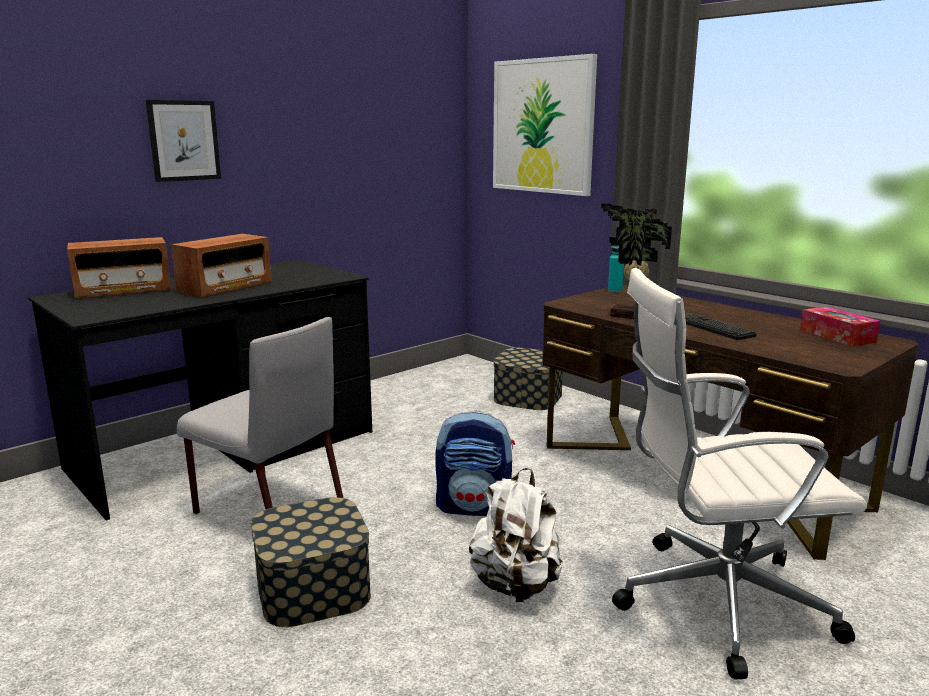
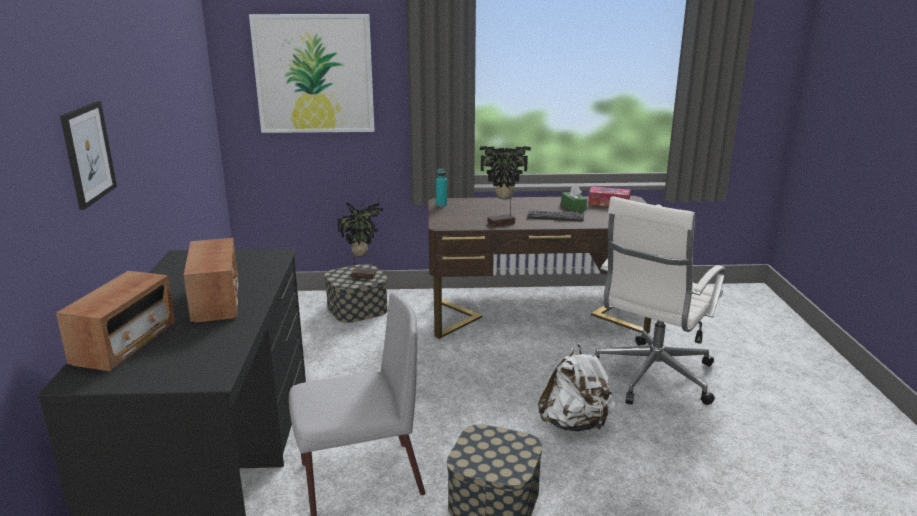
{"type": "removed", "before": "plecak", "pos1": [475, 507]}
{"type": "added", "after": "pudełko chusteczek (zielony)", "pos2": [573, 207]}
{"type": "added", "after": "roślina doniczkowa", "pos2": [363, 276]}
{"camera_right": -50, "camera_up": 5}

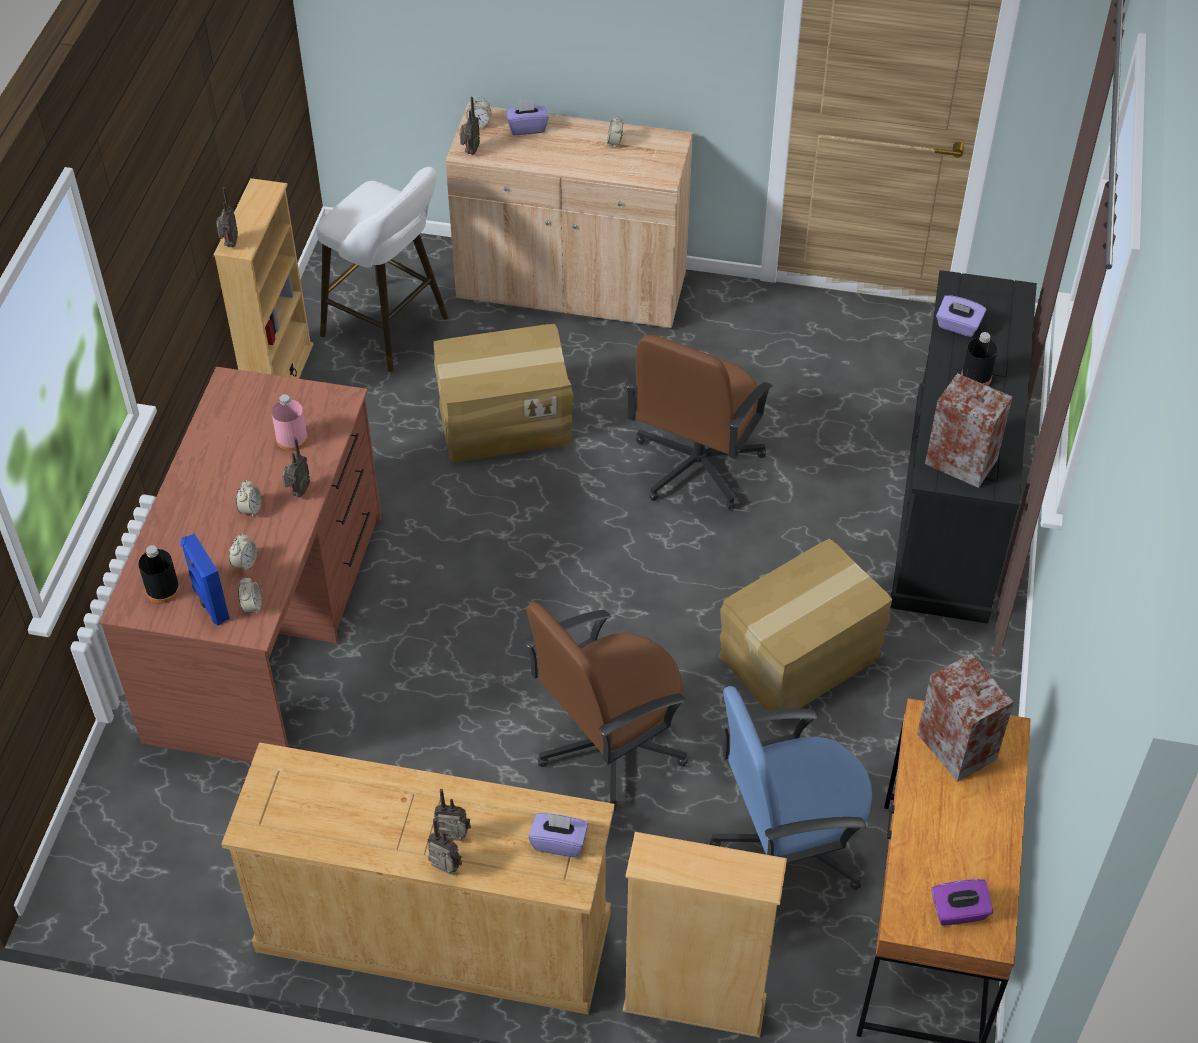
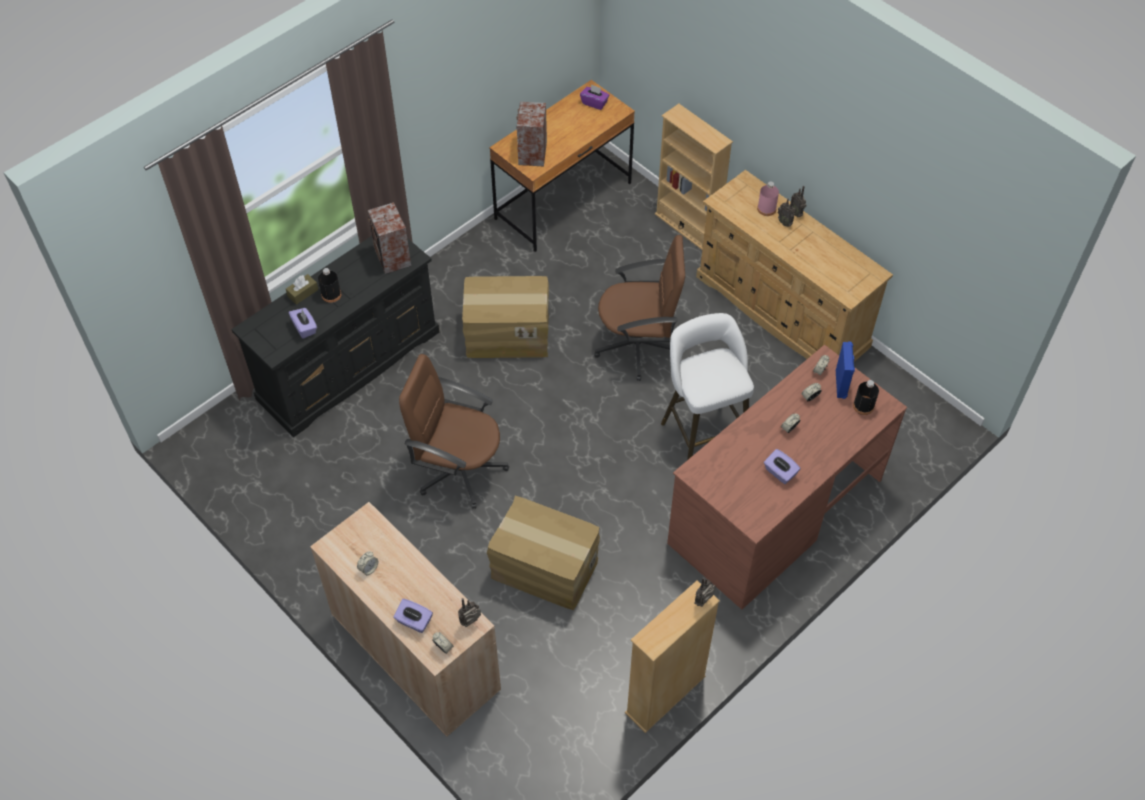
{"type": "moved", "before": "stołek (biały)", "pos1": [390, 329], "pos2": [702, 434]}
{"type": "turned", "before": "krzesło biurowe (brązowy)", "pos1": [696, 465], "pos2": [459, 469], "turn": -135}
{"type": "moved", "before": "butelka (różowy)", "pos1": [292, 439], "pos2": [766, 209]}
{"type": "removed", "before": "radio", "pos1": [298, 492]}
{"type": "removed", "before": "krzesło biurowe (niebieski)", "pos1": [786, 846]}
{"type": "moved", "before": "pudełko chusteczek (fioletowy)", "pos1": [559, 842], "pos2": [780, 472]}
{"type": "added", "after": "pudełko chusteczek (brązowy)", "pos2": [303, 293]}
{"camera_right": -145, "camera_up": 5}

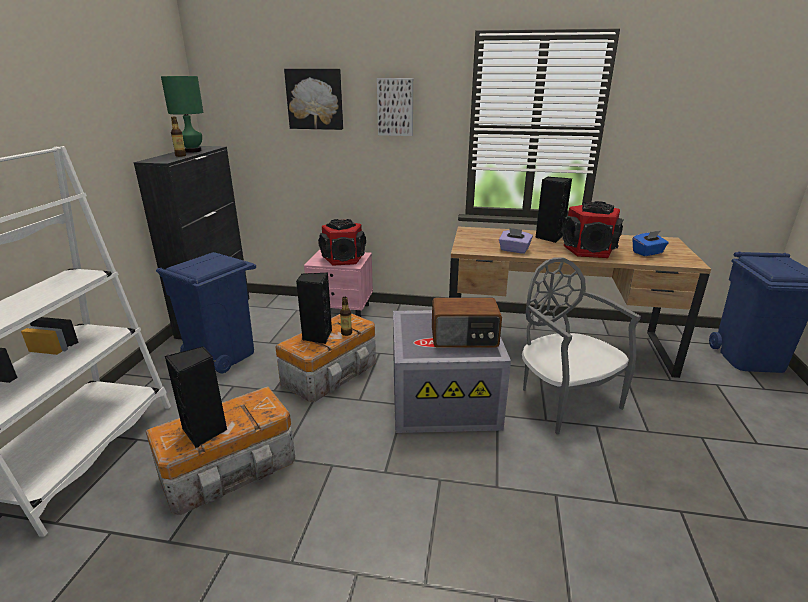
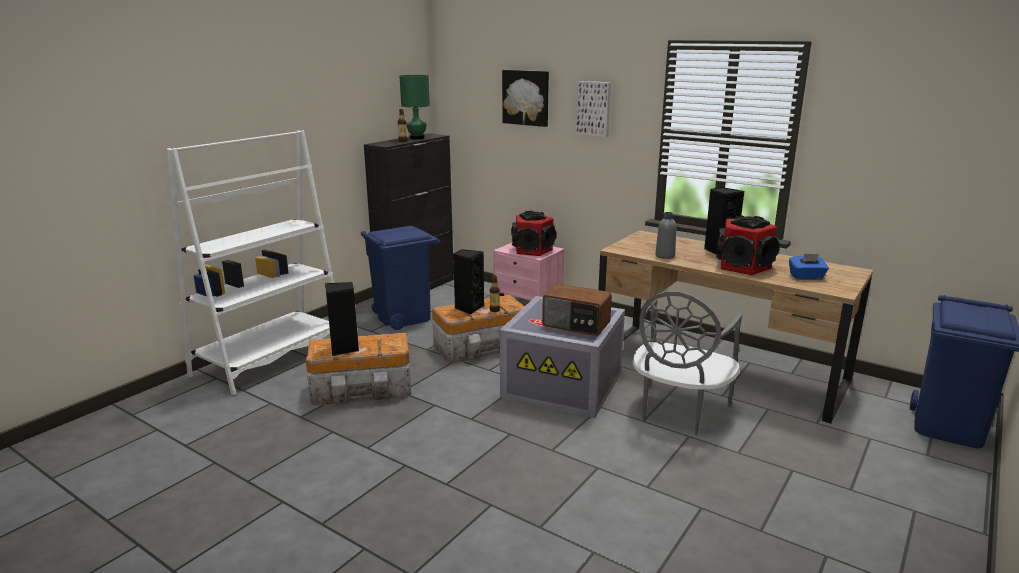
{"type": "replaced", "before": "pudełko chusteczek (fioletowy)", "after": "butelka (szary)", "pos1": [514, 250], "pos2": [665, 256]}
{"type": "turned", "before": "krzesło (szary)", "pos1": [564, 400], "pos2": [678, 411], "turn": -150}
{"camera_right": 25, "camera_up": -5}

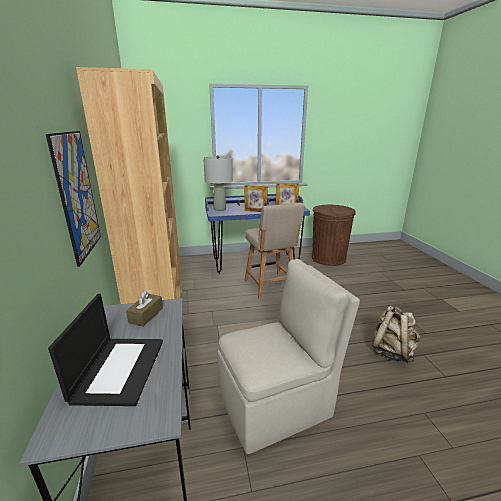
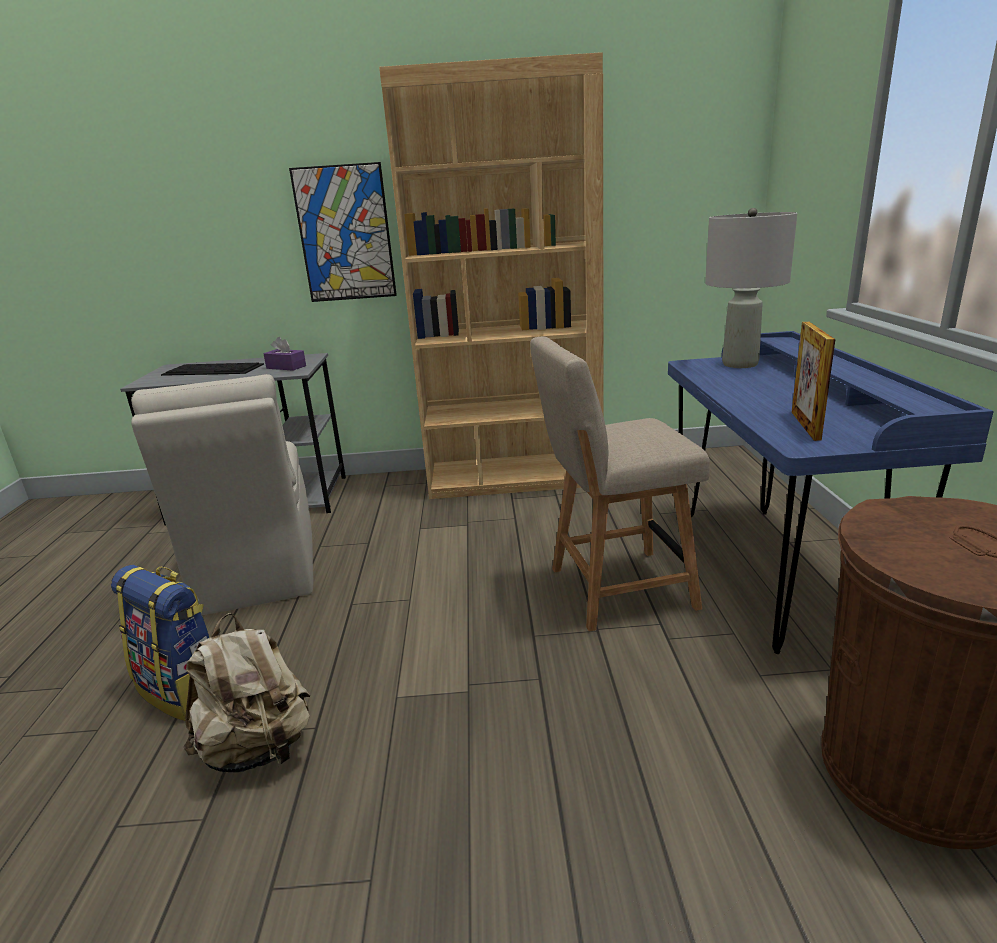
{"type": "removed", "before": "ramka na zdjęcie", "pos1": [255, 211]}
{"type": "recoloured", "before": "pudełko chusteczek (brązowy)", "after": "pudełko chusteczek (fioletowy)", "pos1": [146, 315], "pos2": [286, 367]}
{"type": "replaced", "before": "laptop", "after": "klawiatura", "pos1": [119, 368], "pos2": [214, 369]}
{"type": "added", "after": "plecak", "pos2": [186, 690]}
{"camera_right": 100, "camera_up": 0}

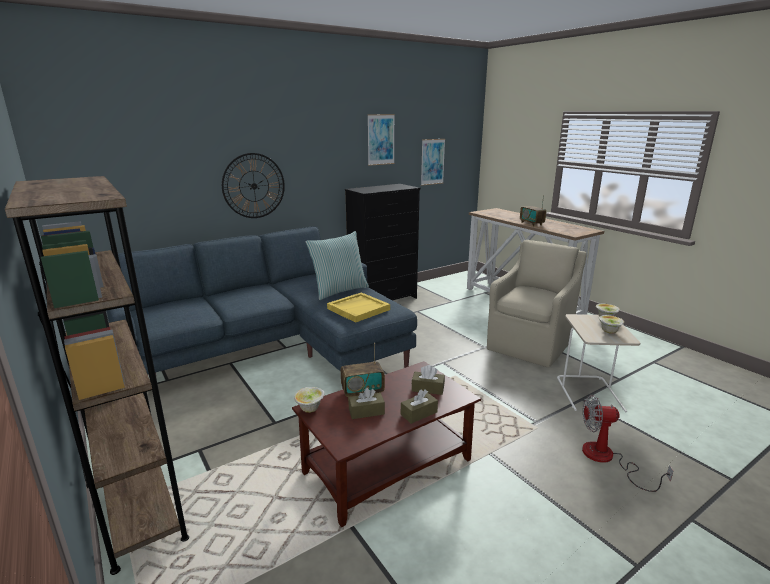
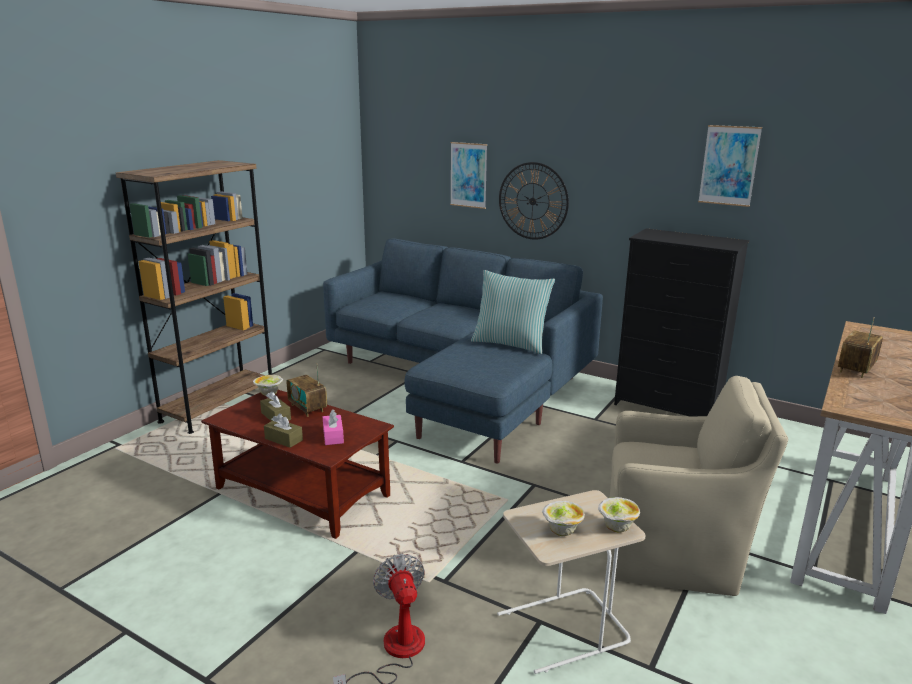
{"type": "moved", "before": "obraz", "pos1": [432, 162], "pos2": [468, 175]}
{"type": "removed", "before": "taca (żółty)", "pos1": [358, 309]}
{"type": "recoloured", "before": "pudełko chusteczek (brązowy)", "after": "pudełko chusteczek (różowy)", "pos1": [428, 388], "pos2": [333, 436]}
{"camera_right": 65, "camera_up": 0}

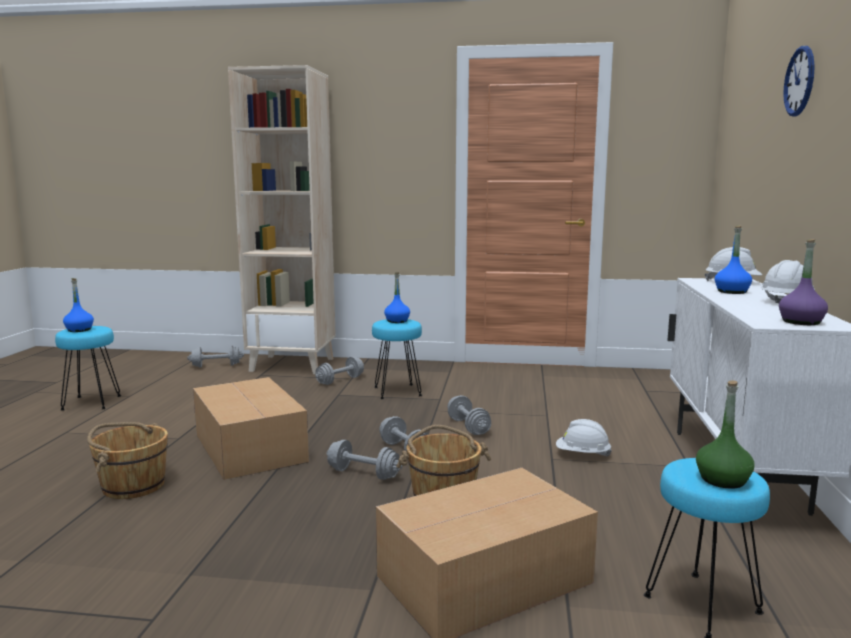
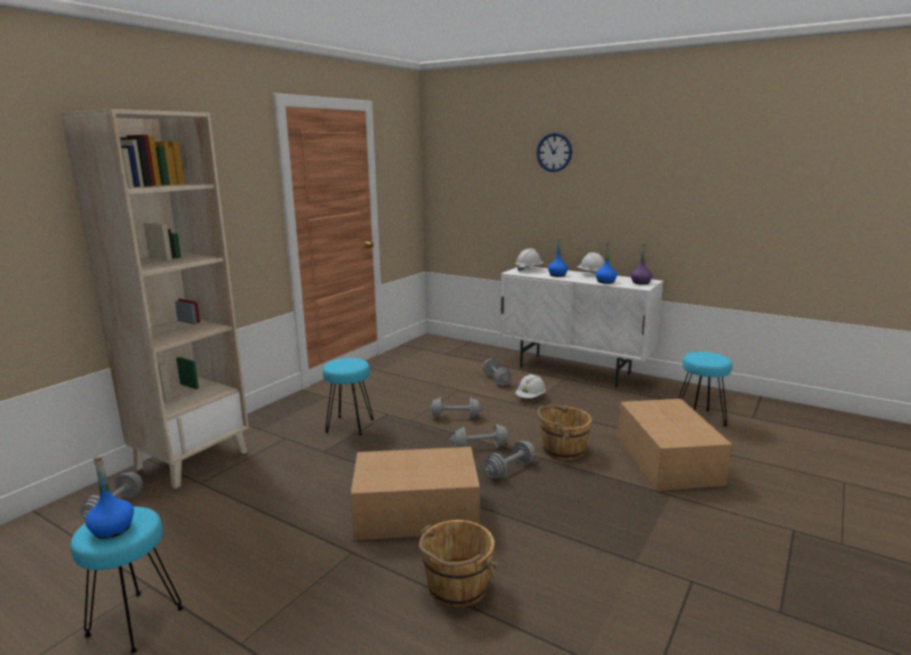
{"type": "moved", "before": "butelka (niebieski)", "pos1": [397, 321], "pos2": [605, 282]}
{"type": "moved", "before": "hantel (szary)", "pos1": [340, 380], "pos2": [496, 380]}
{"type": "removed", "before": "butelka (zielony)", "pos1": [722, 480]}
{"camera_right": -65, "camera_up": 5}

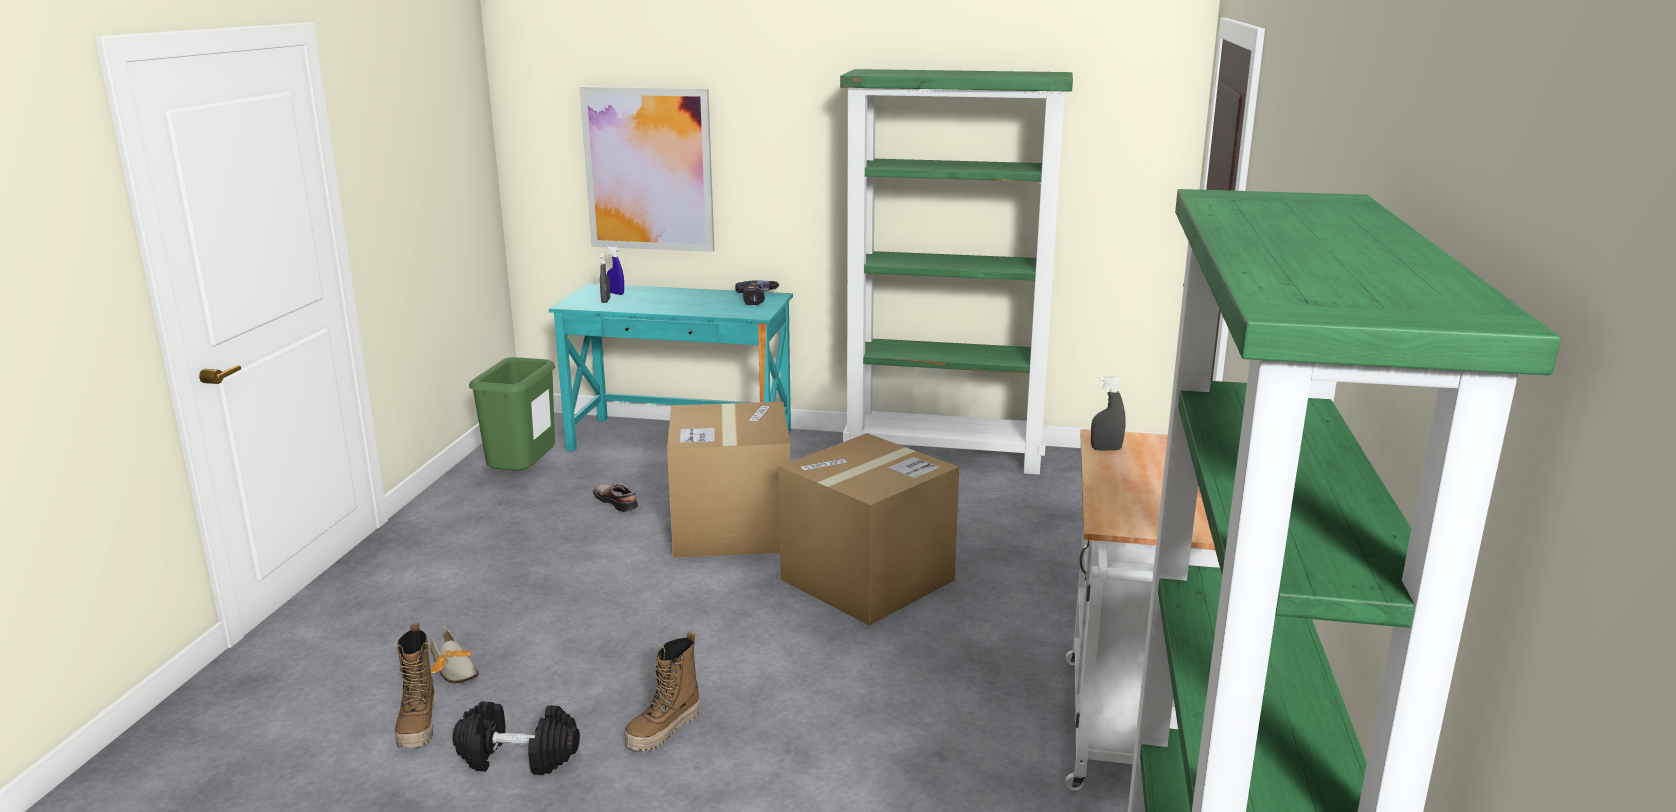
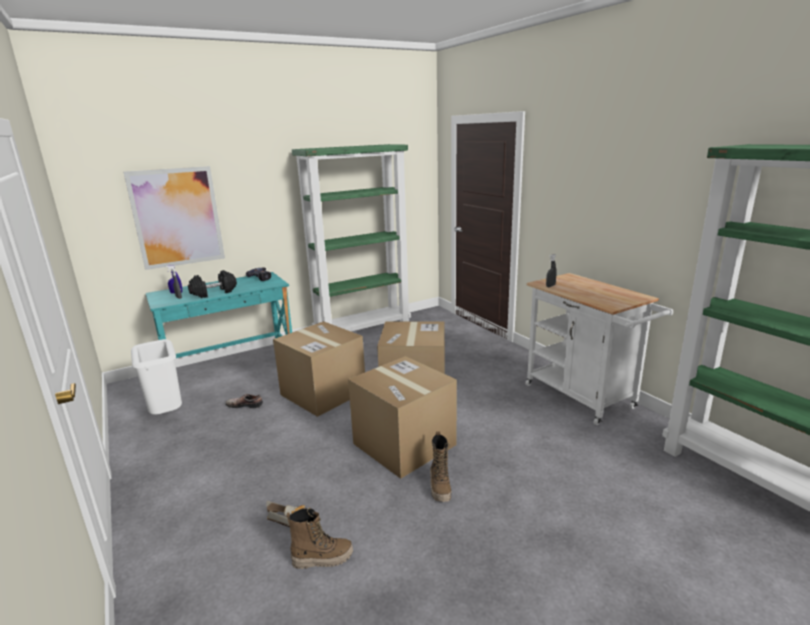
{"type": "recoloured", "before": "kosz na śmieci (zielony)", "after": "kosz na śmieci (biały)", "pos1": [524, 477], "pos2": [168, 414]}
{"type": "turned", "before": "but z cholewką", "pos1": [418, 726], "pos2": [322, 558], "turn": -45}
{"type": "moved", "before": "hantel (czarny)", "pos1": [518, 757], "pos2": [214, 293]}
{"type": "added", "after": "karton", "pos2": [404, 444]}
{"camera_right": -40, "camera_up": 0}

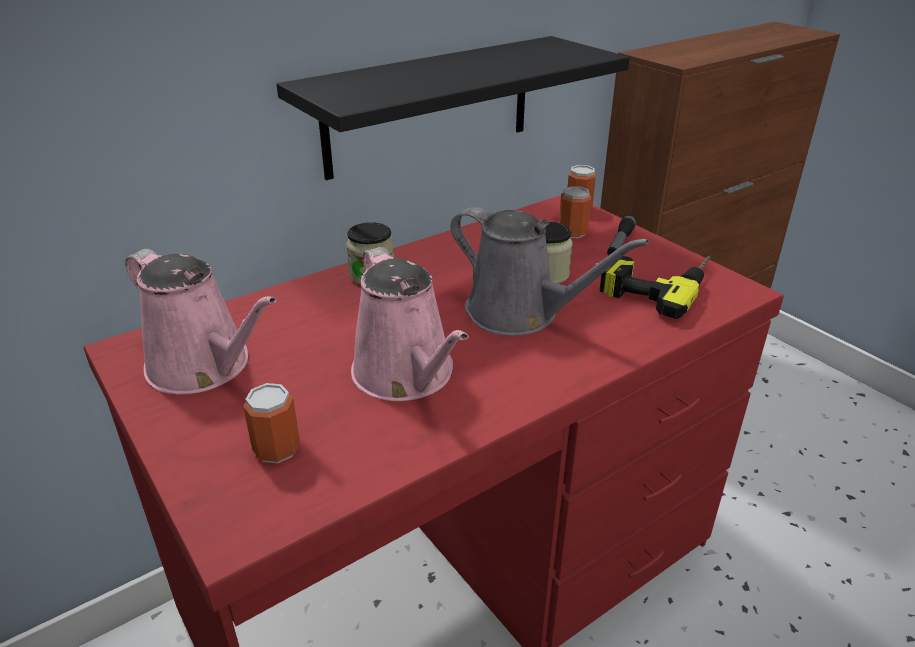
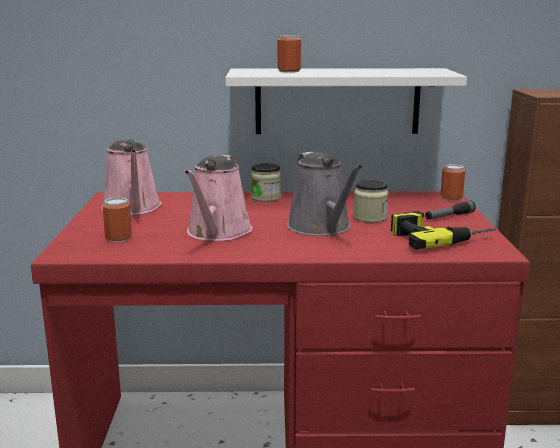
{"type": "recoloured", "before": "półka (czarny)", "after": "półka (biały)", "pos1": [429, 106], "pos2": [337, 101]}
{"type": "moved", "before": "puszka", "pos1": [572, 232], "pos2": [289, 71]}
{"camera_right": 35, "camera_up": -15}

